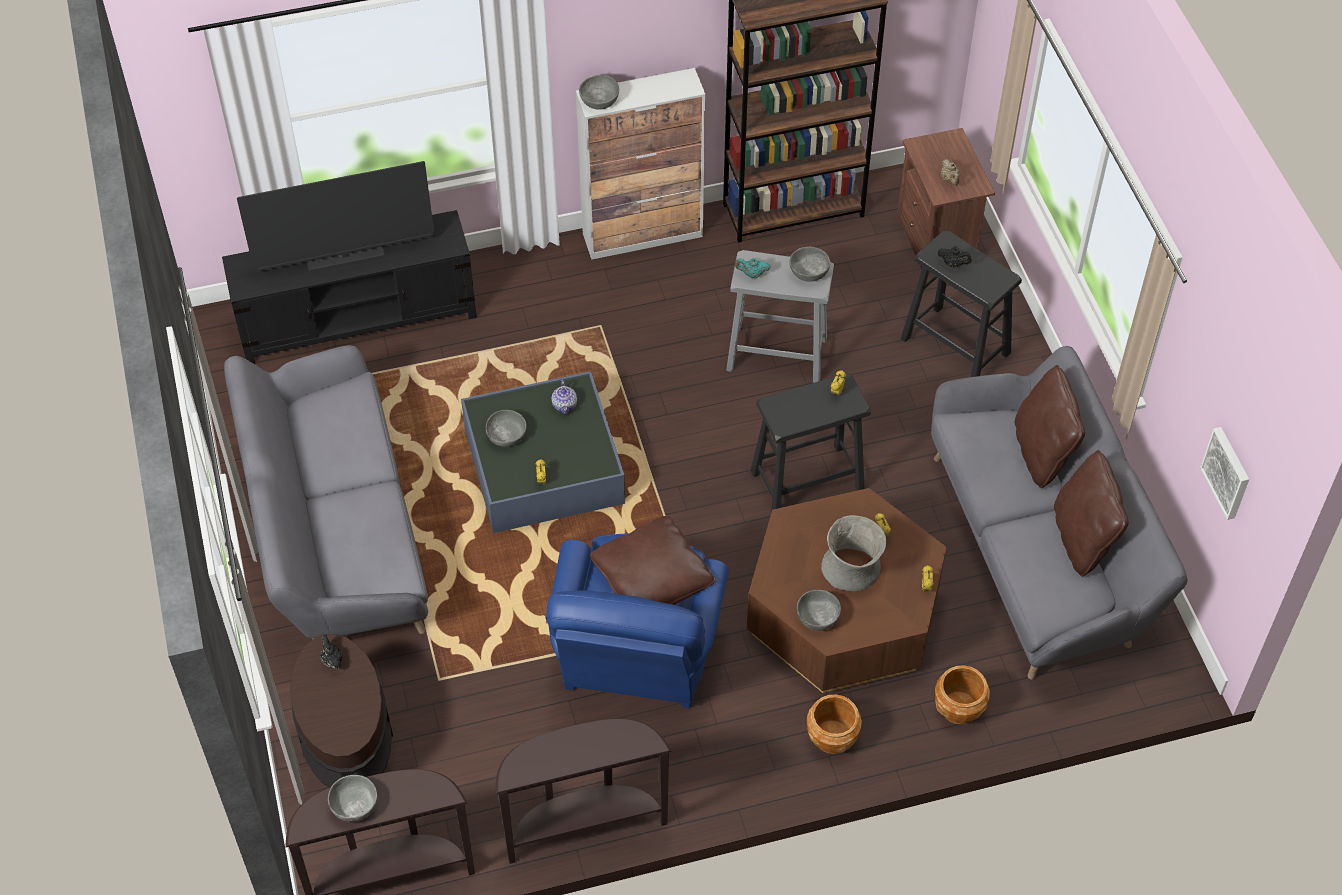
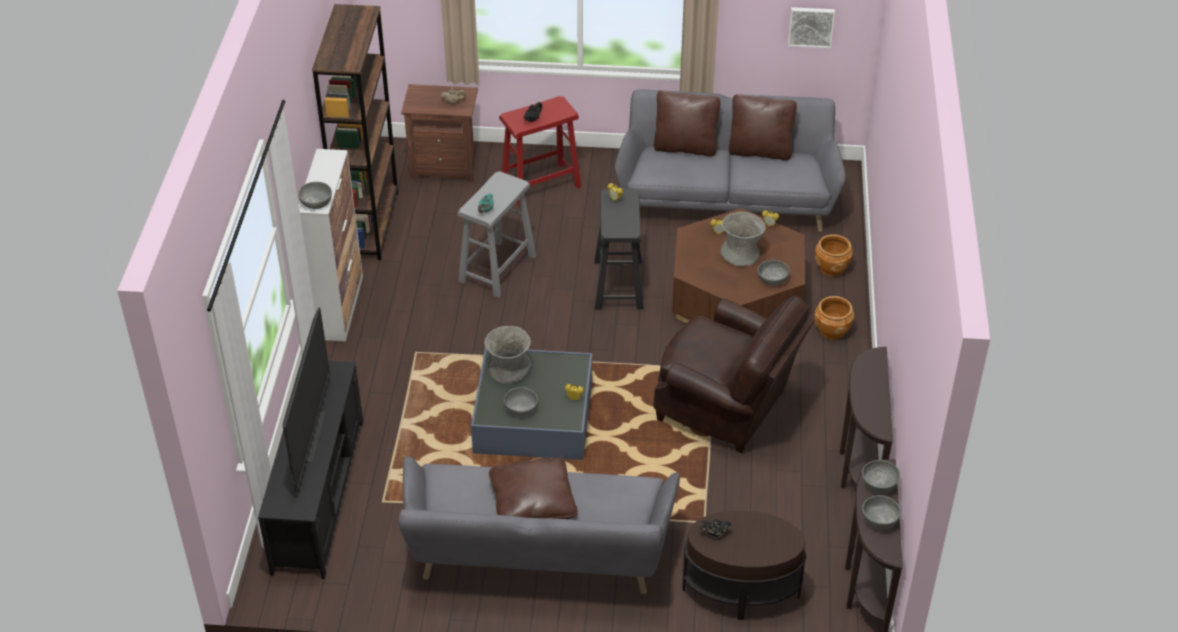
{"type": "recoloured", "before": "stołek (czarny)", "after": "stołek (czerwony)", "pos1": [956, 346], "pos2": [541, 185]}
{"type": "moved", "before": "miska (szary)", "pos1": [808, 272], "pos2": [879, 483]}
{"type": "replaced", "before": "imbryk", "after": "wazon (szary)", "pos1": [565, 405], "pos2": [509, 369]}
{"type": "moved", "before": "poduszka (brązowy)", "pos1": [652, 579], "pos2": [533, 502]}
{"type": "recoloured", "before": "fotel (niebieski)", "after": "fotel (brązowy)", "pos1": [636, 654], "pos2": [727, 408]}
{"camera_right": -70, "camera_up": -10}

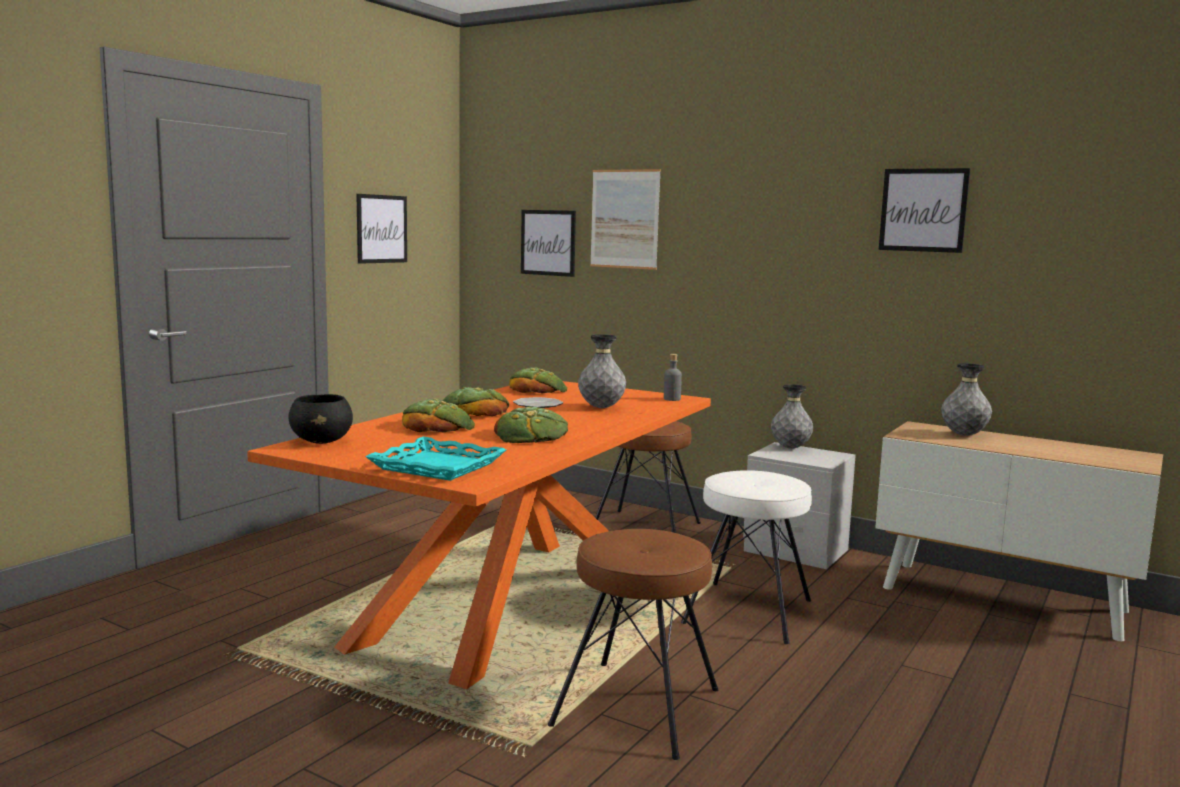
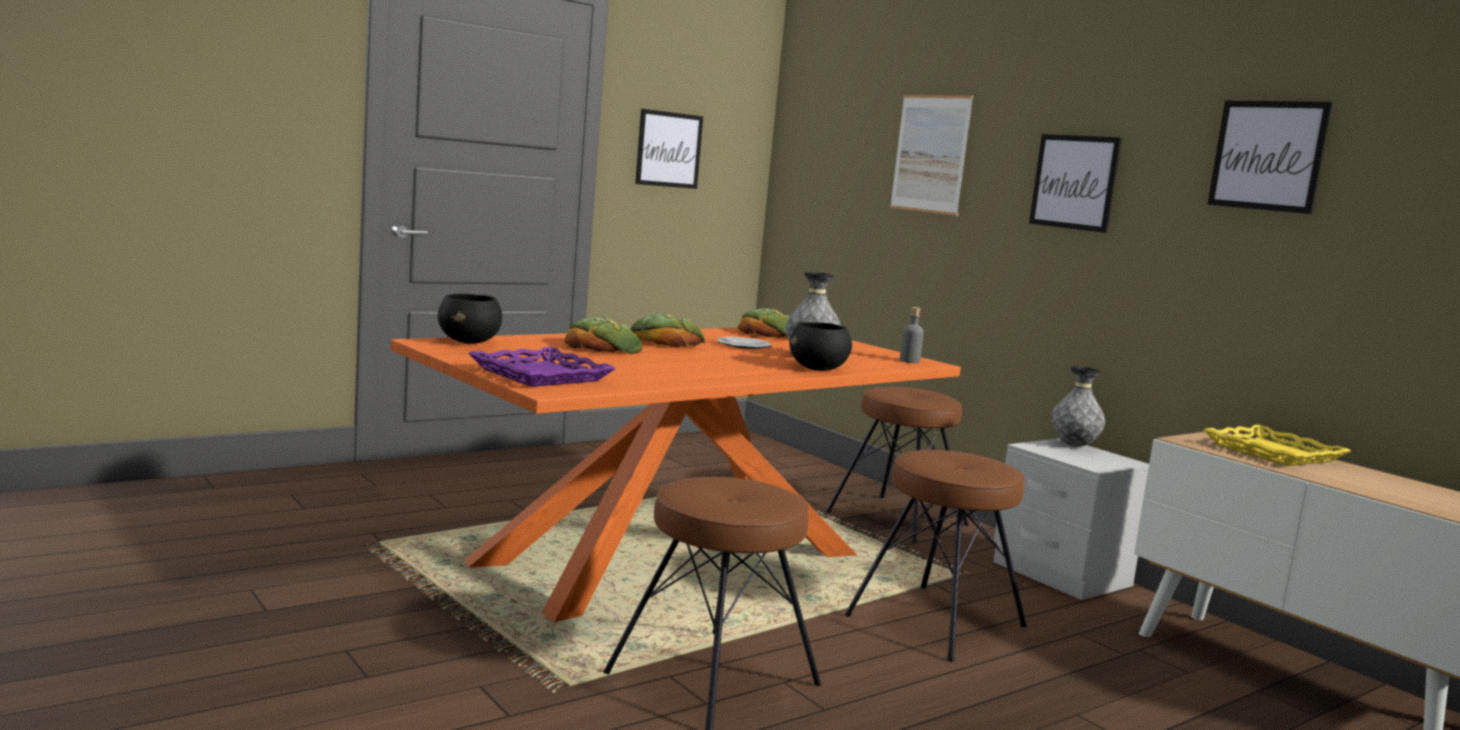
{"type": "moved", "before": "obraz", "pos1": [548, 242], "pos2": [1074, 182]}
{"type": "replaced", "before": "wazon (szary)", "after": "taca (żółty)", "pos1": [964, 435], "pos2": [1274, 453]}
{"type": "removed", "before": "chleb", "pos1": [531, 435]}
{"type": "recoloured", "before": "taca (turkusowy)", "after": "taca (fioletowy)", "pos1": [436, 466], "pos2": [539, 375]}
{"type": "recoloured", "before": "stołek (biały)", "after": "stołek (brązowy)", "pos1": [749, 611], "pos2": [937, 621]}
{"type": "added", "after": "miska (czarny)", "pos2": [818, 369]}
{"camera_right": 20, "camera_up": 0}

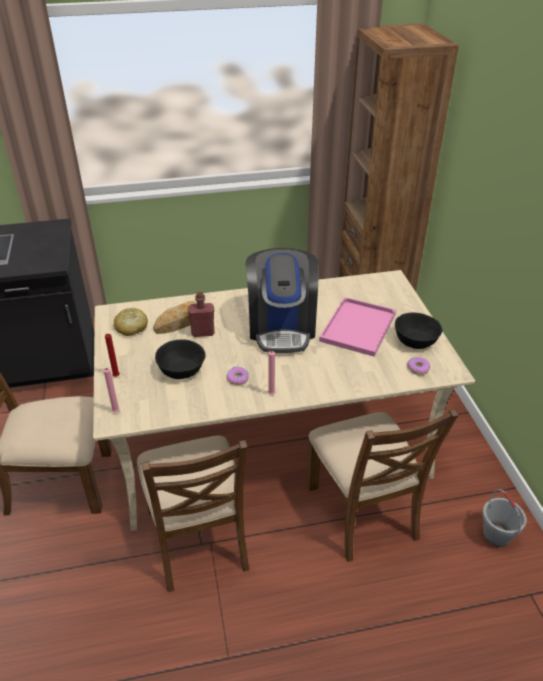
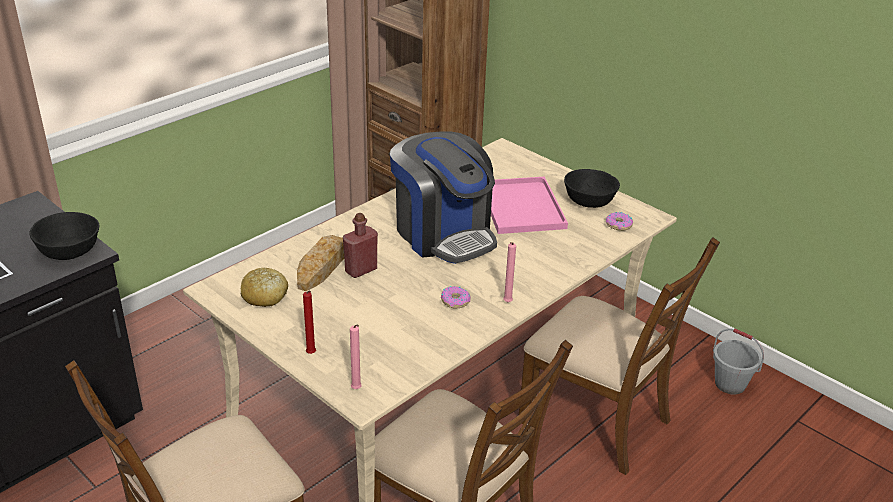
{"type": "moved", "before": "miska (czarny)", "pos1": [182, 369], "pos2": [69, 250]}
{"camera_right": -35, "camera_up": -5}

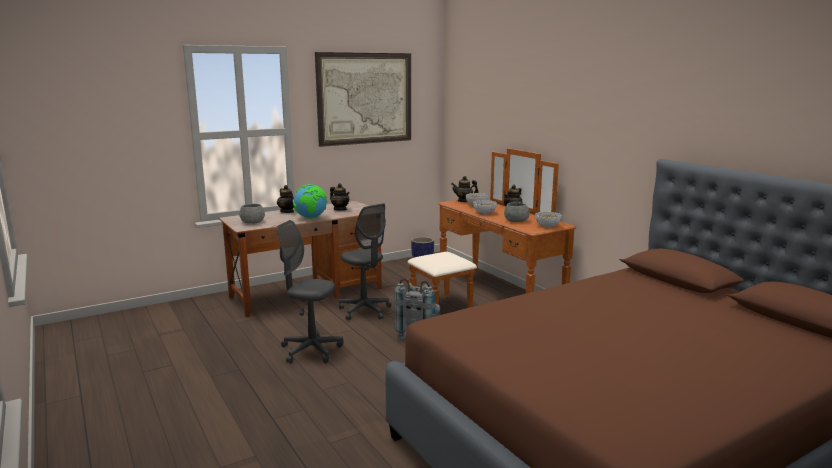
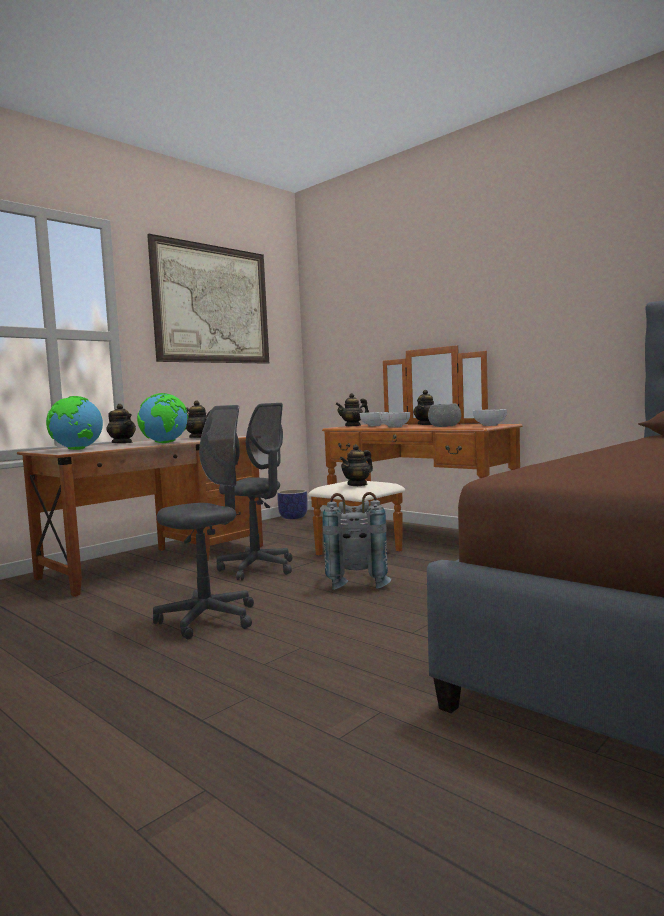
{"type": "replaced", "before": "miska (szary)", "after": "globus", "pos1": [252, 222], "pos2": [77, 449]}
{"type": "turned", "before": "krzesło biurowe (szary)", "pos1": [311, 350], "pos2": [208, 620], "turn": 135}
{"type": "added", "after": "imbryk", "pos2": [357, 484]}
{"camera_right": -15, "camera_up": -10}

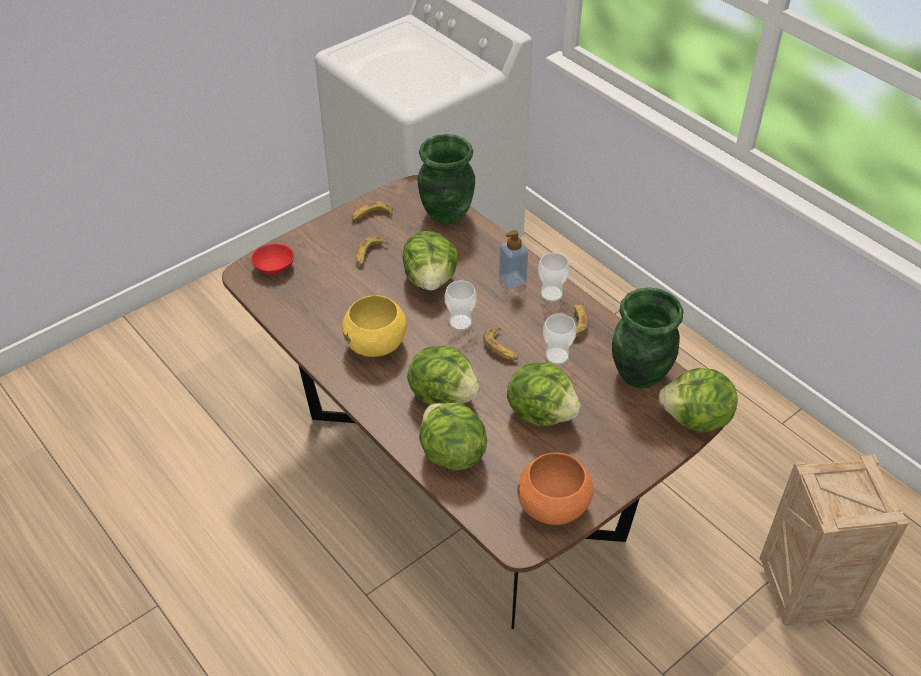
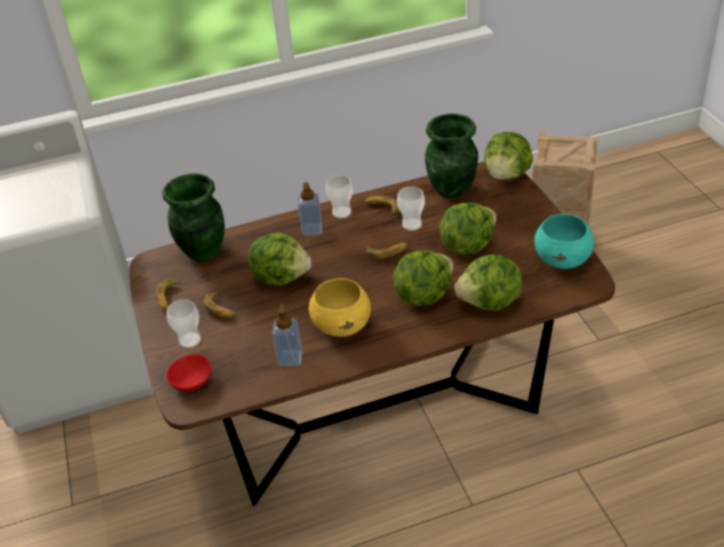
{"type": "moved", "before": "filiżanka", "pos1": [460, 322], "pos2": [189, 340]}
{"type": "recoloured", "before": "miska (pomarańczowy)", "after": "miska (turkusowy)", "pos1": [553, 507], "pos2": [563, 259]}
{"type": "added", "after": "dozownik mydła", "pos2": [290, 358]}
{"camera_right": -65, "camera_up": -5}

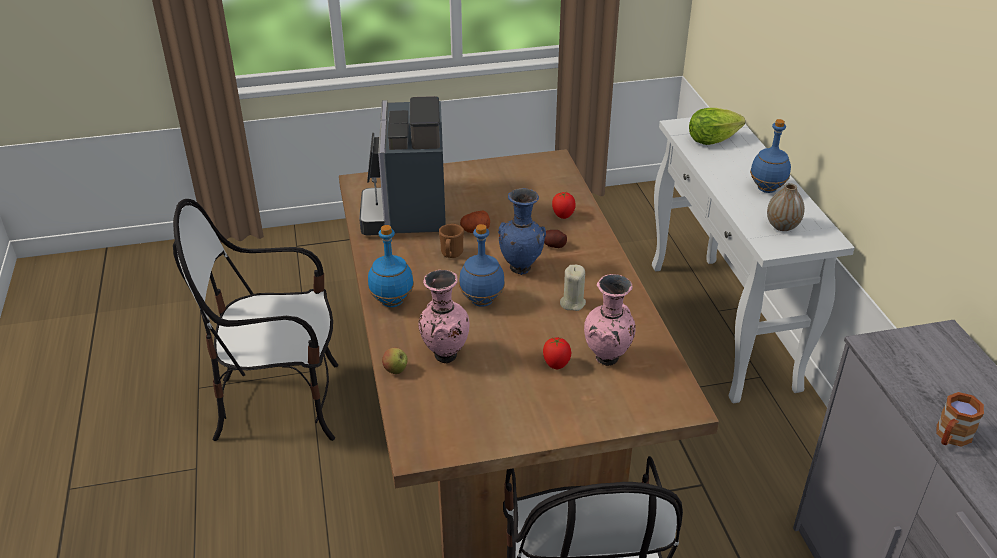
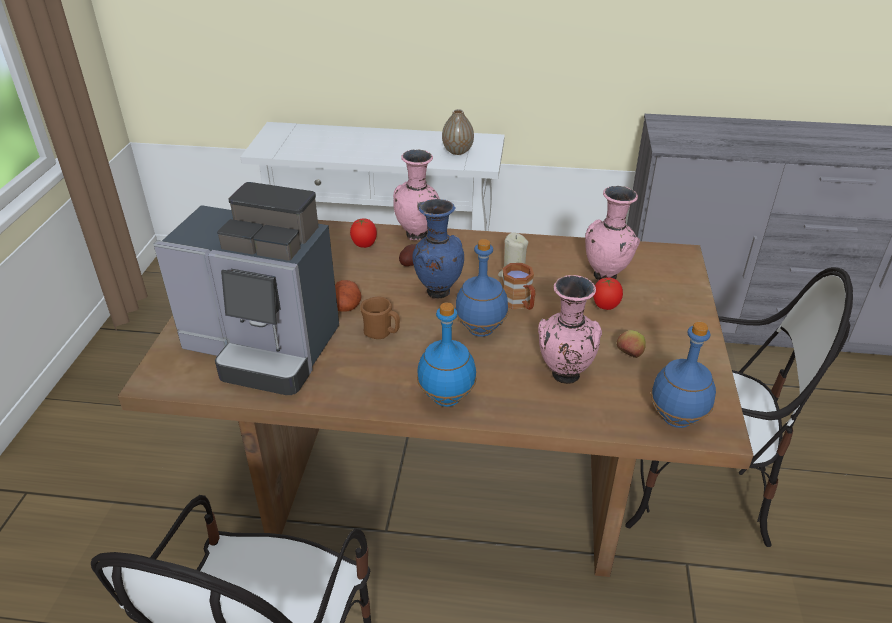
{"type": "removed", "before": "sałata", "pos1": [711, 140]}
{"type": "moved", "before": "butelka (niebieski)", "pos1": [767, 189], "pos2": [677, 418]}
{"type": "moved", "before": "jabłko", "pos1": [396, 370], "pos2": [629, 355]}
{"type": "moved", "before": "kubek (brązowy)", "pos1": [950, 437], "pos2": [519, 304]}
{"type": "added", "after": "wazon (różowy)", "pos2": [418, 235]}
{"camera_right": -70, "camera_up": 0}

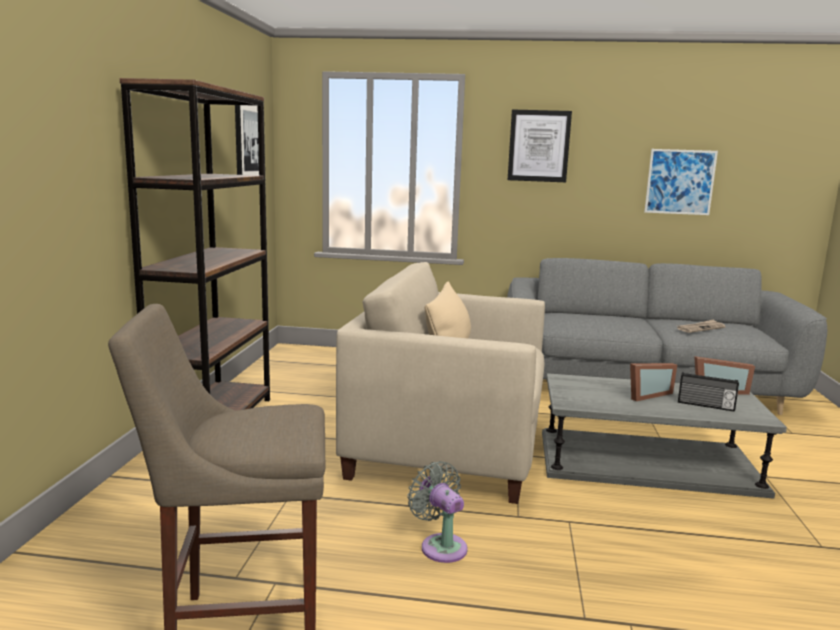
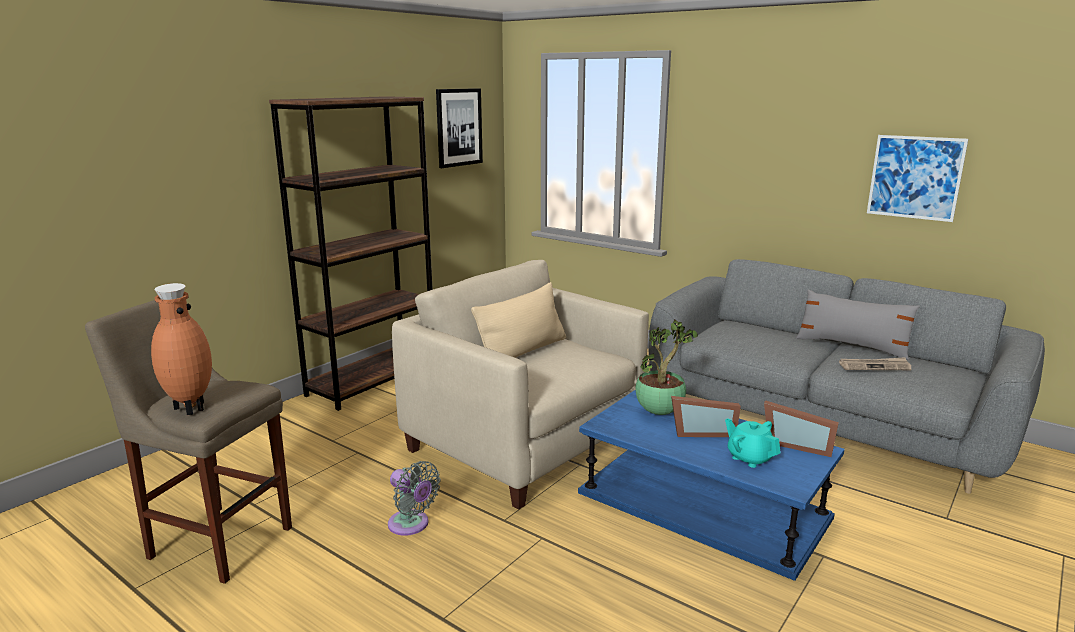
{"type": "removed", "before": "obraz", "pos1": [539, 146]}
{"type": "replaced", "before": "radio", "after": "imbryk (turkusowy)", "pos1": [705, 405], "pos2": [749, 458]}
{"type": "recoloured", "before": "ława (szary)", "after": "ława (niebieski)", "pos1": [648, 462], "pos2": [703, 505]}
{"type": "turned", "before": "wentylator (szary)", "pos1": [441, 546], "pos2": [411, 525], "turn": 135}
{"type": "added", "after": "wazon (brązowy)", "pos2": [189, 408]}
{"type": "added", "after": "poduszka (szary)", "pos2": [852, 346]}
{"type": "added", "after": "roślina doniczkowa", "pos2": [660, 412]}
{"camera_right": 30, "camera_up": 5}

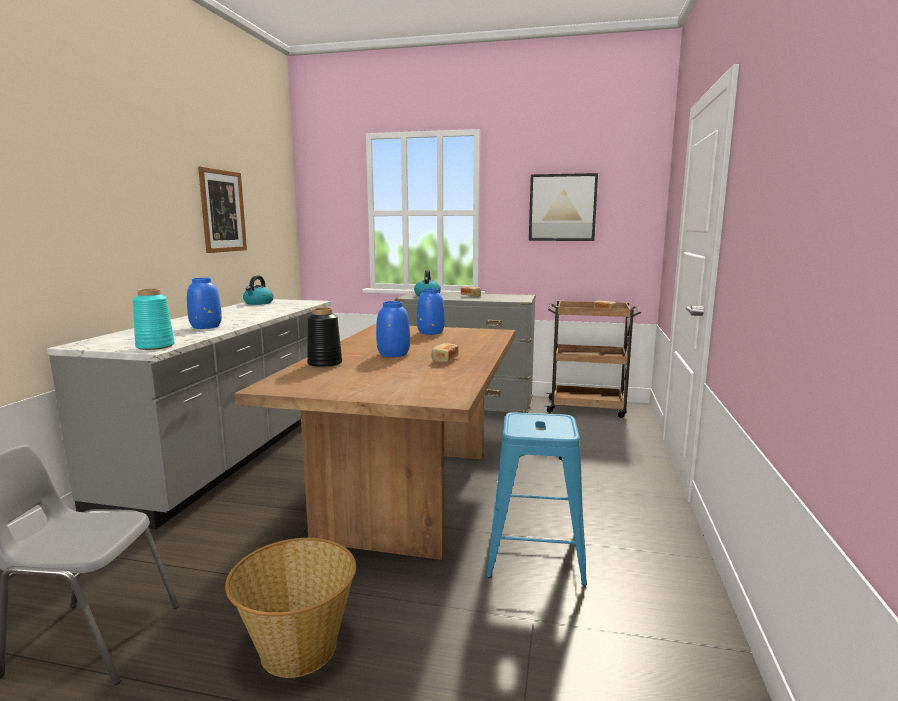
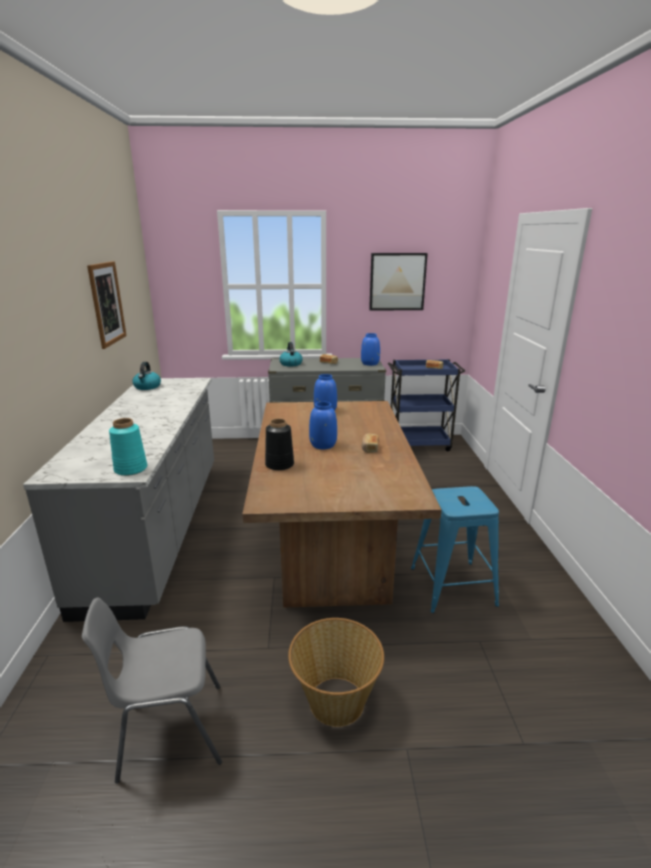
{"type": "moved", "before": "wazon (niebieski)", "pos1": [205, 326], "pos2": [369, 363]}
{"type": "recoloured", "before": "wózek (brązowy)", "after": "wózek (niebieski)", "pos1": [587, 408], "pos2": [419, 444]}
{"camera_right": -15, "camera_up": 10}

